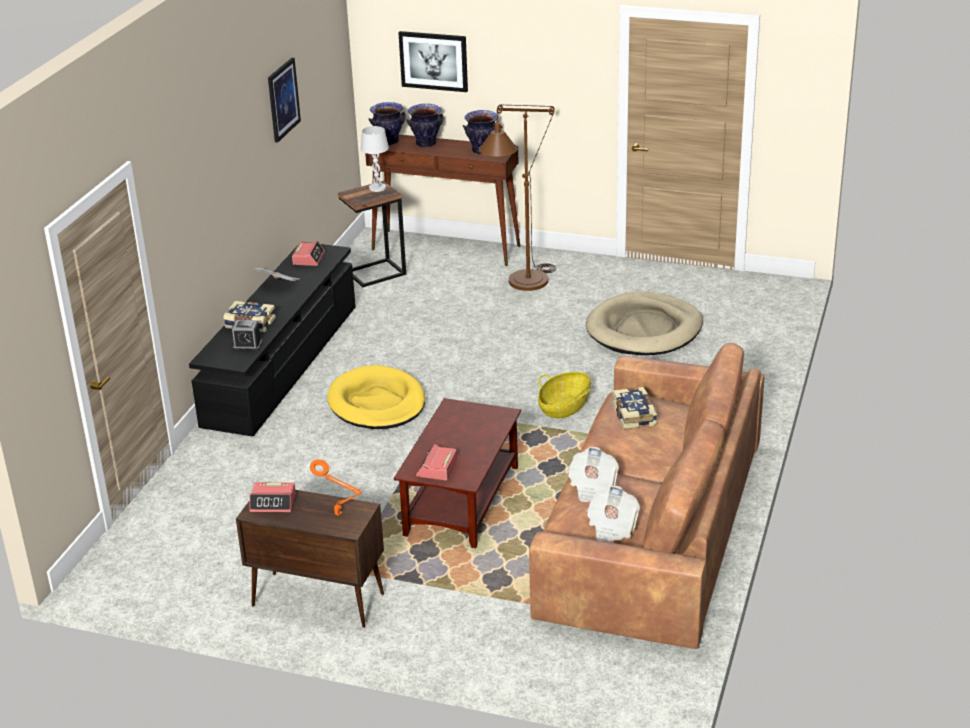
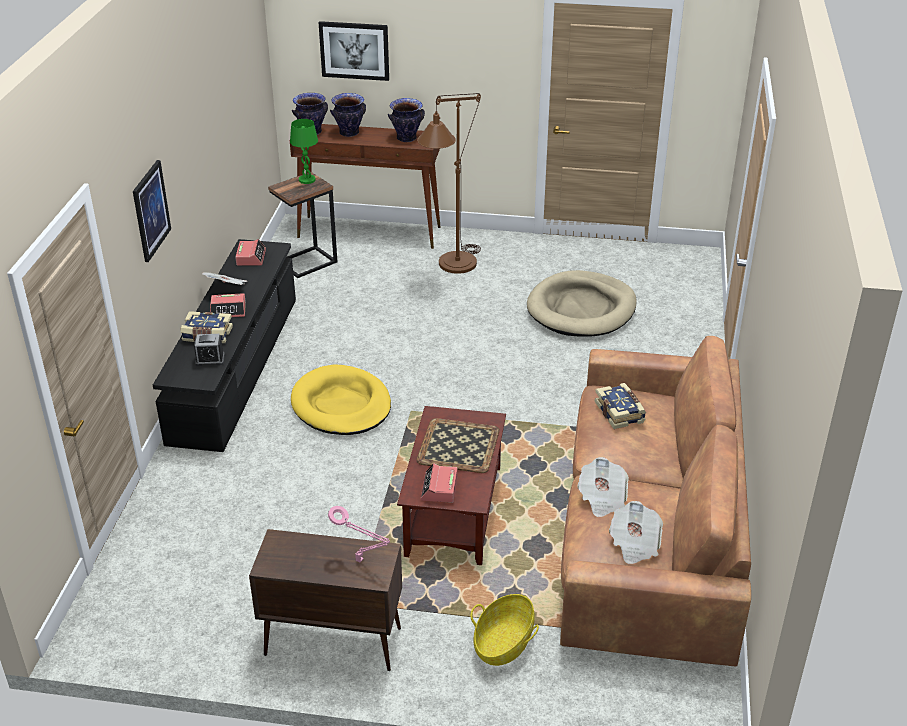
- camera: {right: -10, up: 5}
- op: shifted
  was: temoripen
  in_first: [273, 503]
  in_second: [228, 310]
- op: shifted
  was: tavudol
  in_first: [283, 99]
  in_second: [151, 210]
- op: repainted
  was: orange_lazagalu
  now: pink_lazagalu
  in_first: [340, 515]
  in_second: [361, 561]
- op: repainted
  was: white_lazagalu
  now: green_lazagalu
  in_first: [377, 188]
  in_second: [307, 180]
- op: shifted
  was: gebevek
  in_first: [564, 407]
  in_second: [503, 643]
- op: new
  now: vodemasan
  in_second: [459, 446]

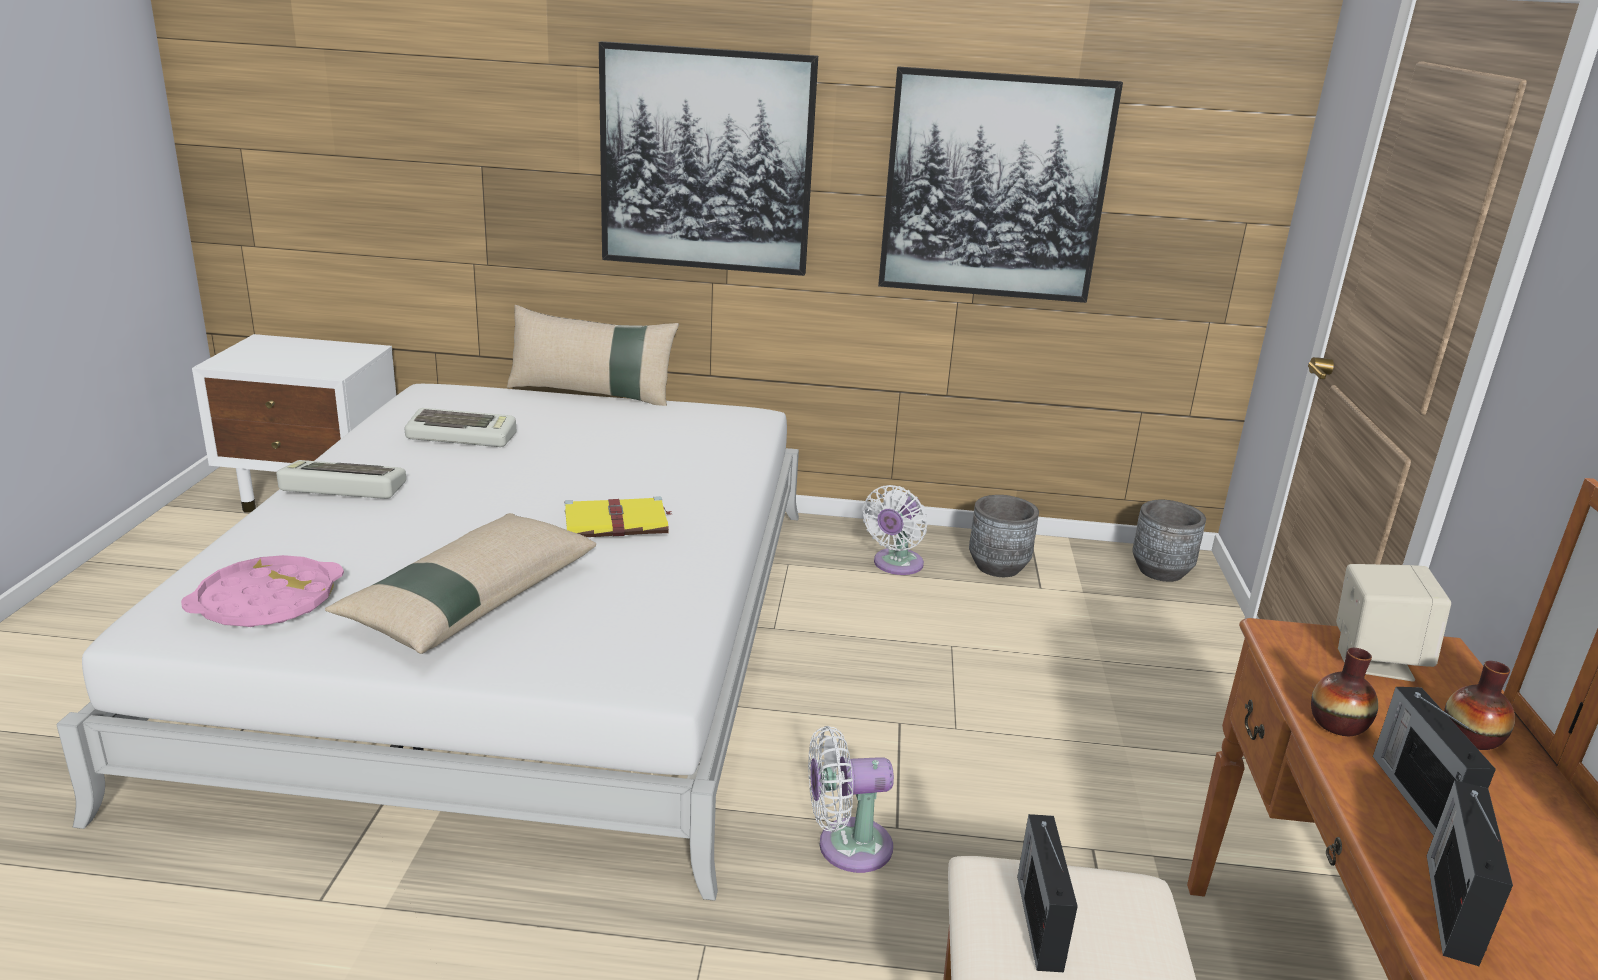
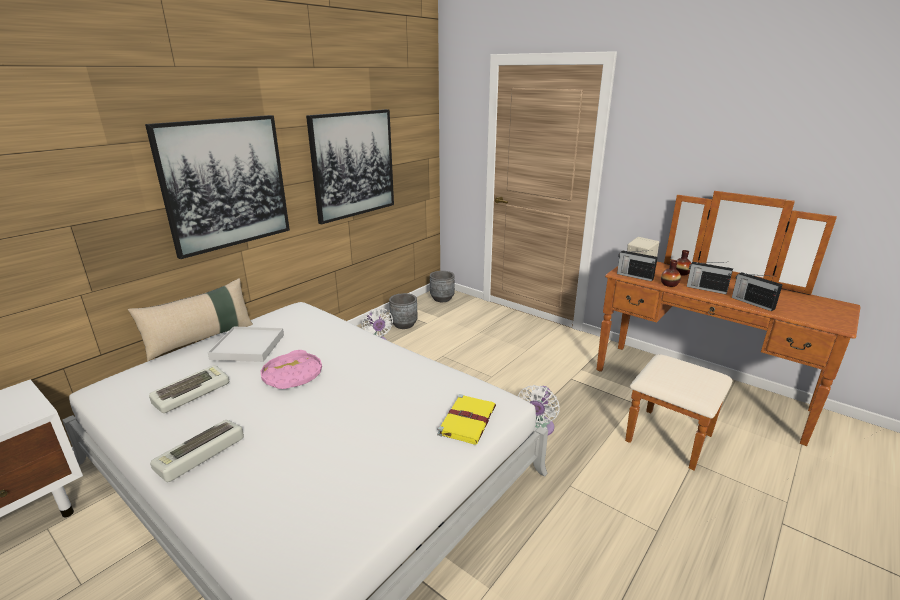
- camera: {right: -55, up: 0}
- op: shifted
  was: pink_vodemasan
  in_first: [267, 602]
  in_second: [292, 375]
- op: gone
  was: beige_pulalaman
  in_first: [470, 599]
- op: shifted
  was: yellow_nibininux
  in_first: [618, 523]
  in_second: [467, 420]
- op: shifted
  was: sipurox
  in_first: [1039, 920]
  in_second: [634, 276]
- op: new
  now: white_vodemasan
  in_second: [248, 347]

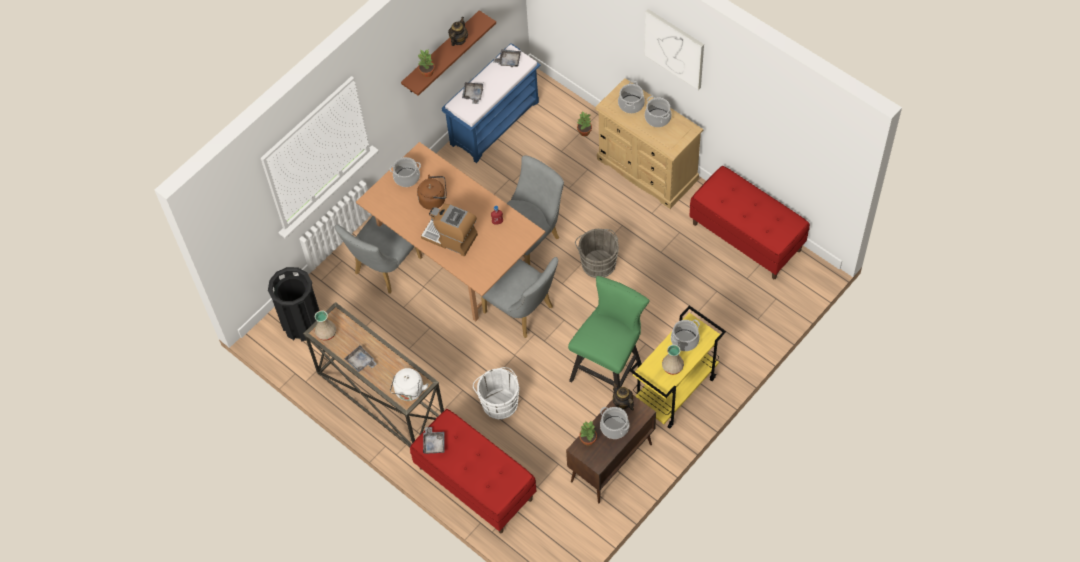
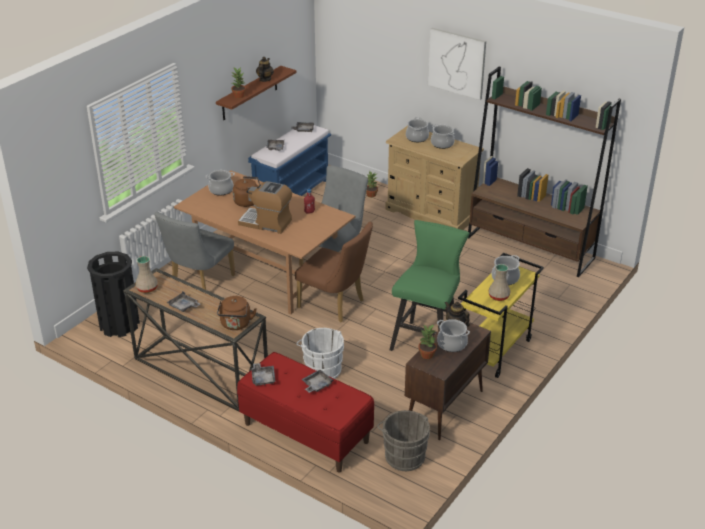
- camera: {right: -10, up: -25}
- op: repainted
  was: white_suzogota
  now: brown_suzogota
  in_first: [409, 392]
  in_second: [236, 325]
- op: repainted
  was: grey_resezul
  now: brown_resezul
  in_first: [522, 312]
  in_second: [335, 305]
- op: shifted
  was: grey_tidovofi
  in_first: [598, 262]
  in_second: [403, 455]
- op: swapped
  was: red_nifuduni
  now: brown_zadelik
  in_first: [747, 236]
  in_second: [530, 248]
- op: new
  now: grey_vodemasan
  in_second: [316, 385]

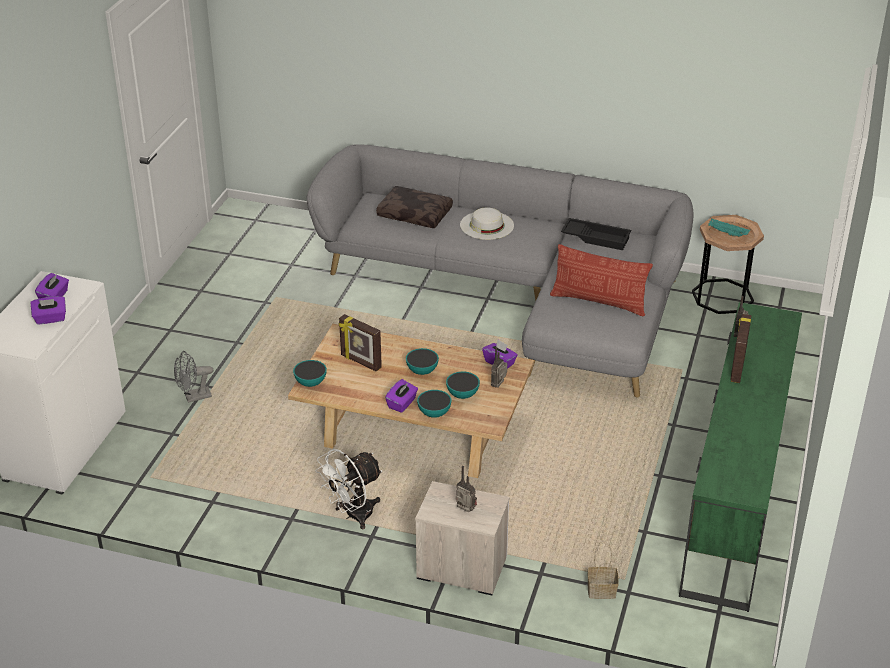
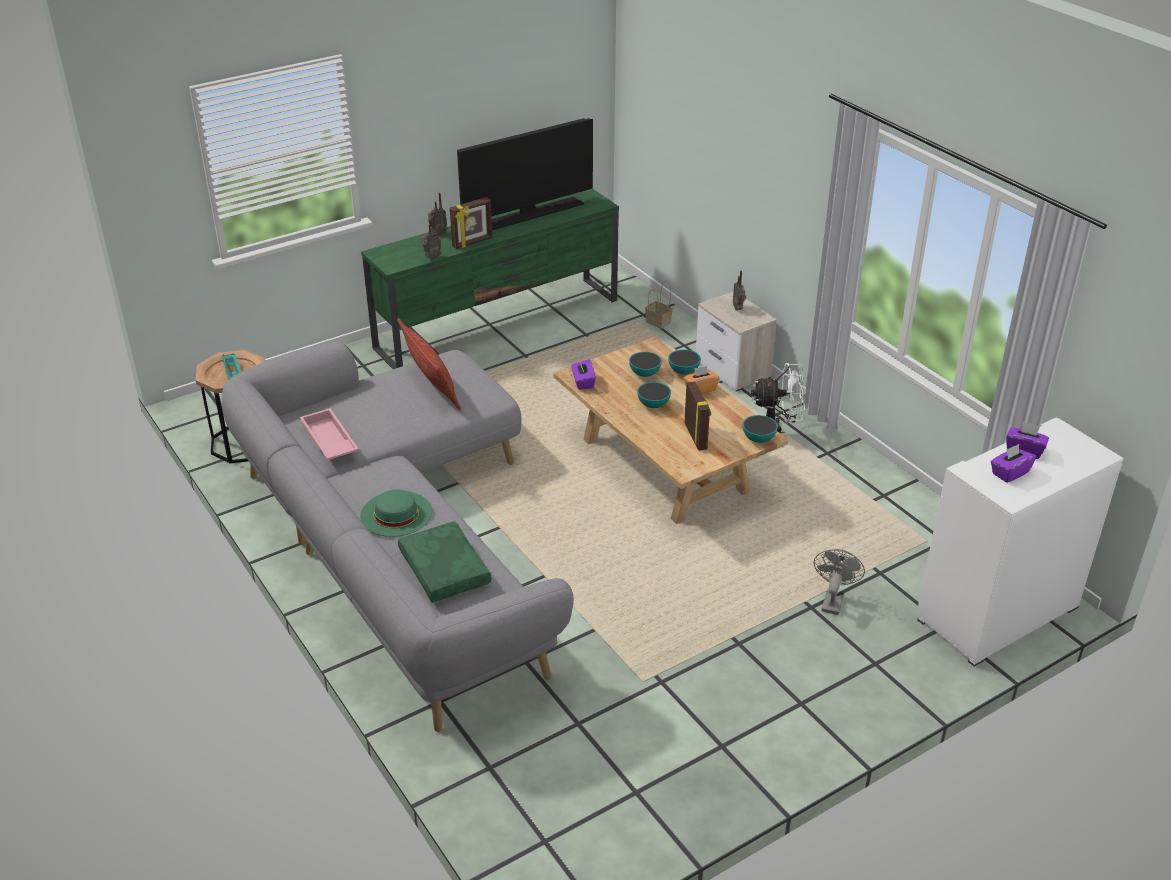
- camera: {right: -140, up: 0}
- op: rotated
  was: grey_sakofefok
  in_first: [194, 397]
  in_second: [832, 600]
  clockwise: -90
- op: repainted
  was: brown_pulalaman
  now: green_pulalaman
  in_first: [415, 214]
  in_second: [443, 570]
- op: repainted
  was: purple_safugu
  now: orange_safugu
  in_first: [402, 404]
  in_second: [700, 389]
- op: repainted
  was: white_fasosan
  now: green_fasosan
  in_first: [487, 225]
  in_second: [396, 513]
- op: shifted
  was: sipurox
  in_first: [499, 385]
  in_second: [437, 233]
- op: repainted
  was: black_vodemasan
  now: pink_vodemasan
  in_first: [596, 237]
  in_second: [328, 441]
- op: new
  now: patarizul
  in_second: [528, 215]

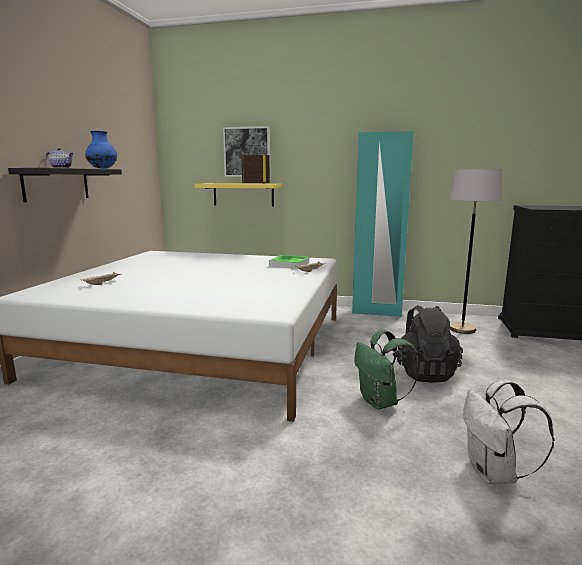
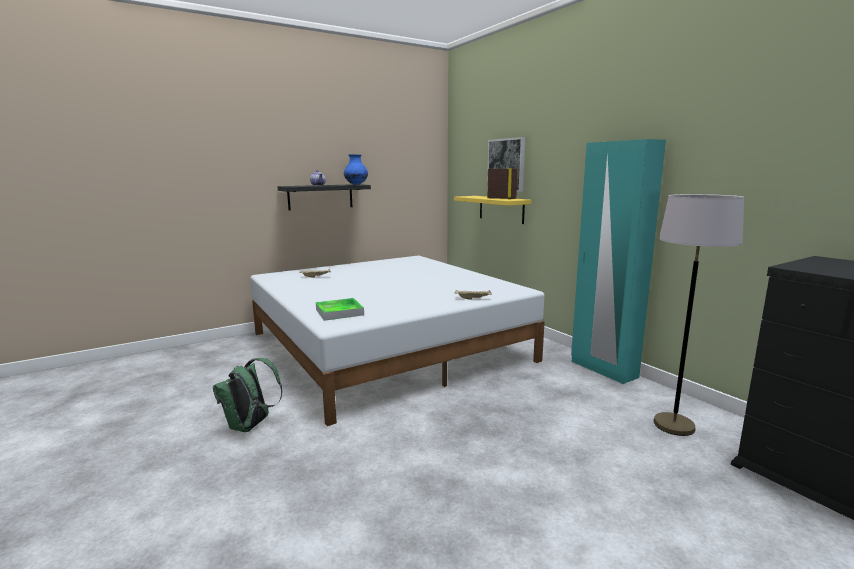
- camera: {right: 45, up: 0}
- op: shifted
  was: vodemasan
  in_first: [289, 264]
  in_second: [339, 312]
- op: shifted
  was: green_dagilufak
  in_first: [381, 402]
  in_second: [250, 426]
- op: gone
  was: black_dagilufak
  in_first: [424, 372]
- op: gone
  was: white_dagilufak
  in_first: [494, 473]

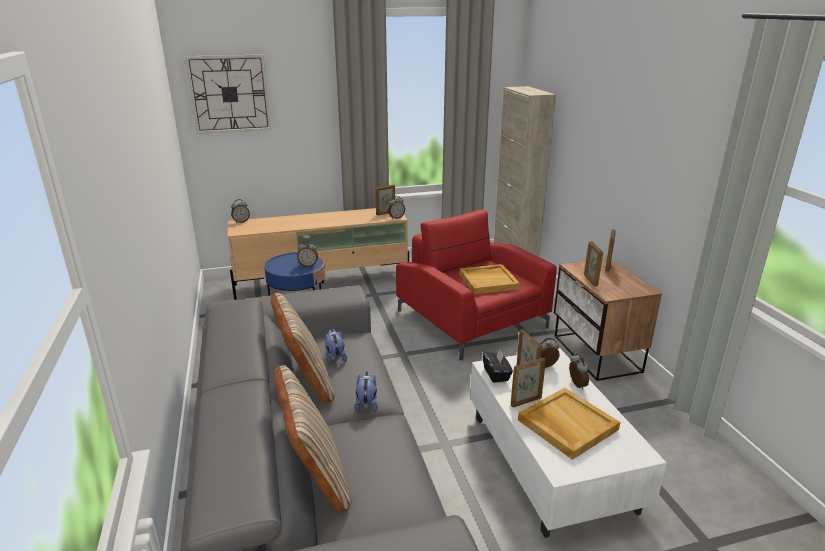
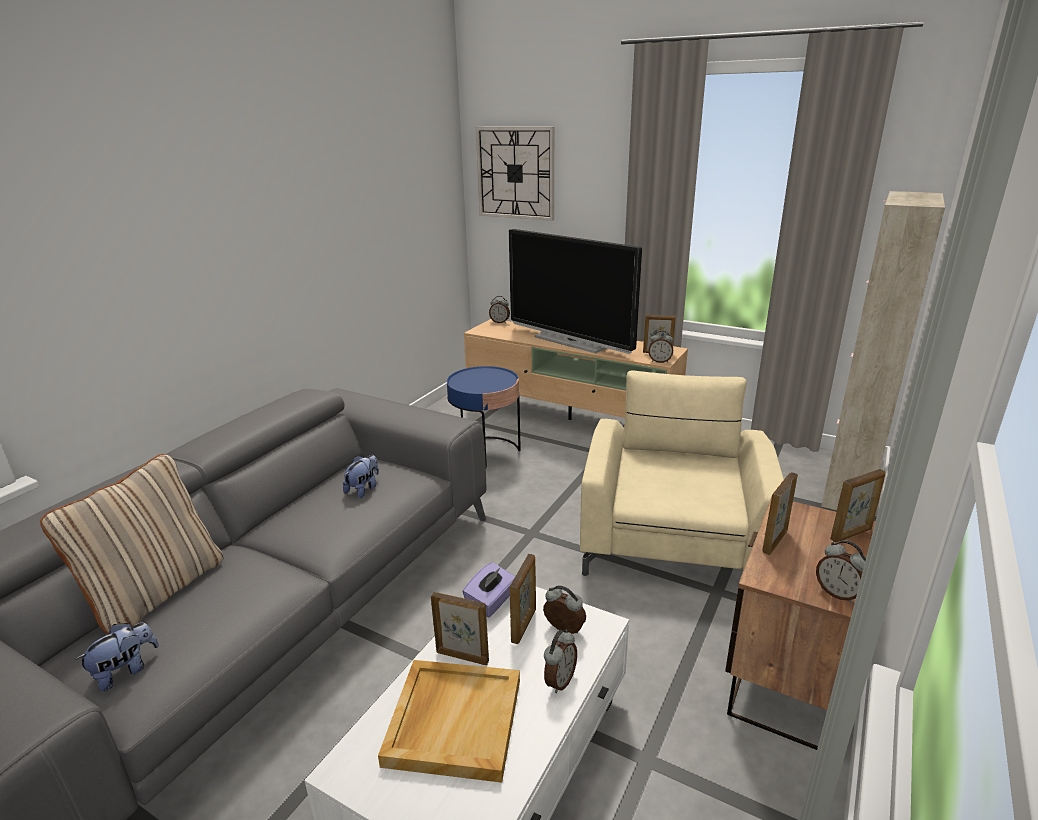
- camera: {right: 45, up: 0}
- op: gone
  was: beige_pulalaman
  in_first: [305, 383]
- op: shifted
  was: temoripen
  in_first: [308, 265]
  in_second: [838, 593]
- op: shifted
  was: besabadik
  in_first: [367, 404]
  in_second: [126, 671]
- op: repainted
  was: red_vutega
  now: beige_vutega
  in_first: [471, 319]
  in_second: [673, 533]
- op: gone
  was: beige_vodemasan
  in_first: [489, 281]
- op: repainted
  was: black_safugu
  now: purple_safugu
  in_first: [496, 374]
  in_second: [491, 602]
- op: new
  now: patarizul
  in_second: [571, 341]

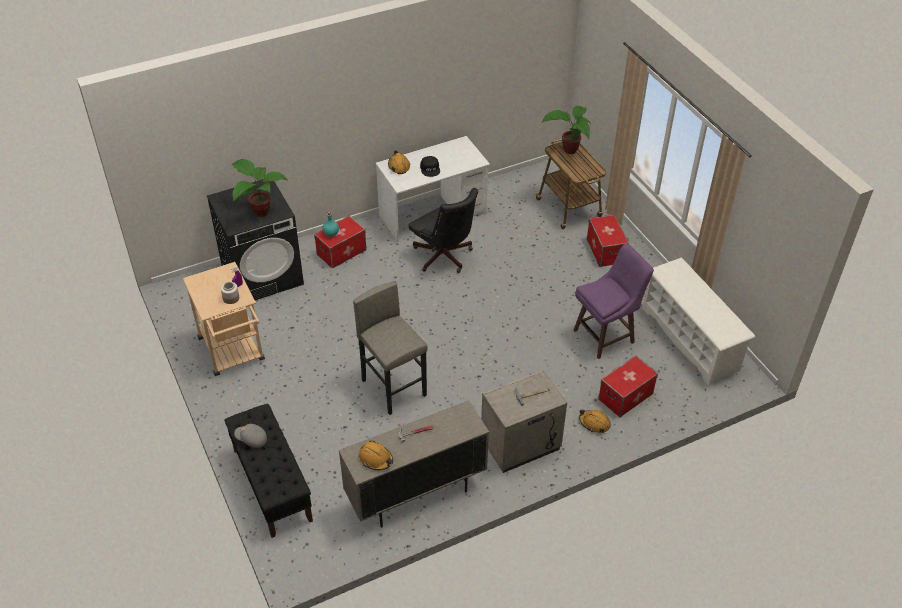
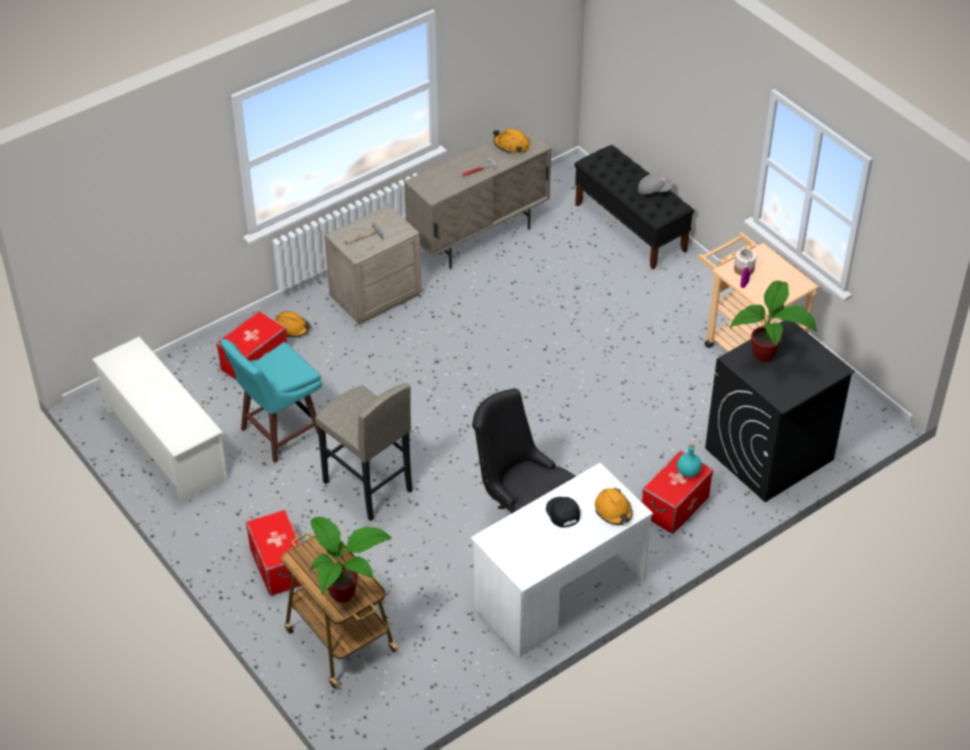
- camera: {right: 170, up: 0}
- op: shifted
  was: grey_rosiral
  in_first: [394, 387]
  in_second: [367, 487]
- op: repainted
  was: purple_rosiral
  now: turquoise_rosiral
  in_first: [605, 336]
  in_second: [279, 433]

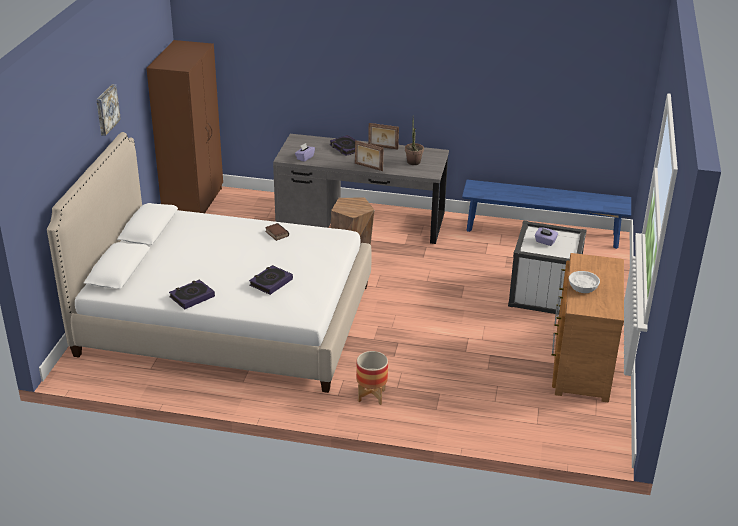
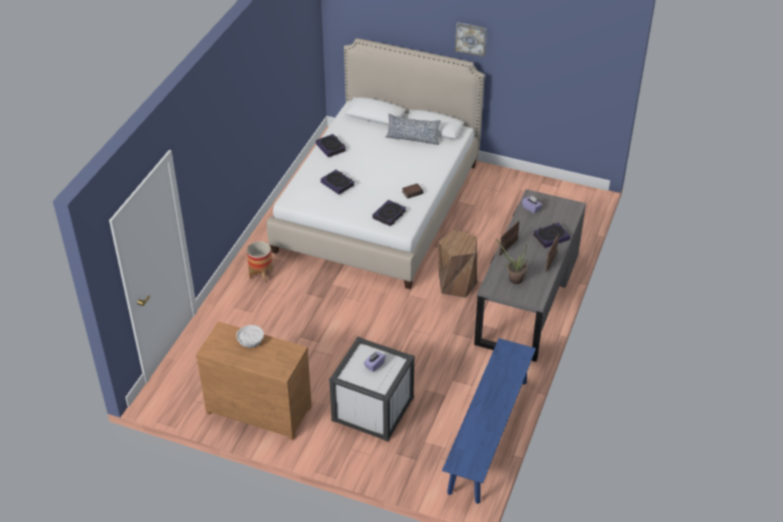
- camera: {right: 100, up: 10}
- op: gone
  was: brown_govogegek
  in_first: [194, 203]
- op: new
  now: nibininux
  in_second: [389, 215]
- op: new
  now: pulalaman
  in_second: [412, 139]

